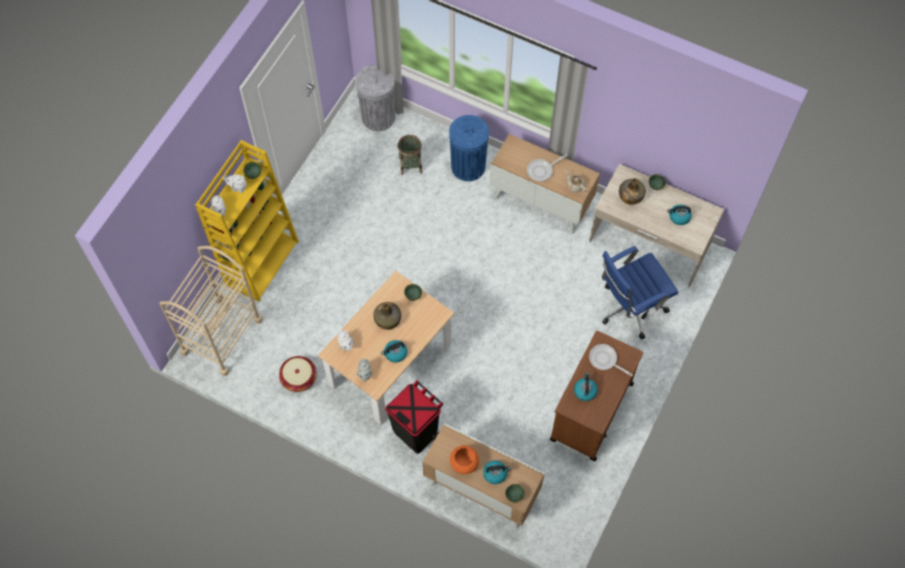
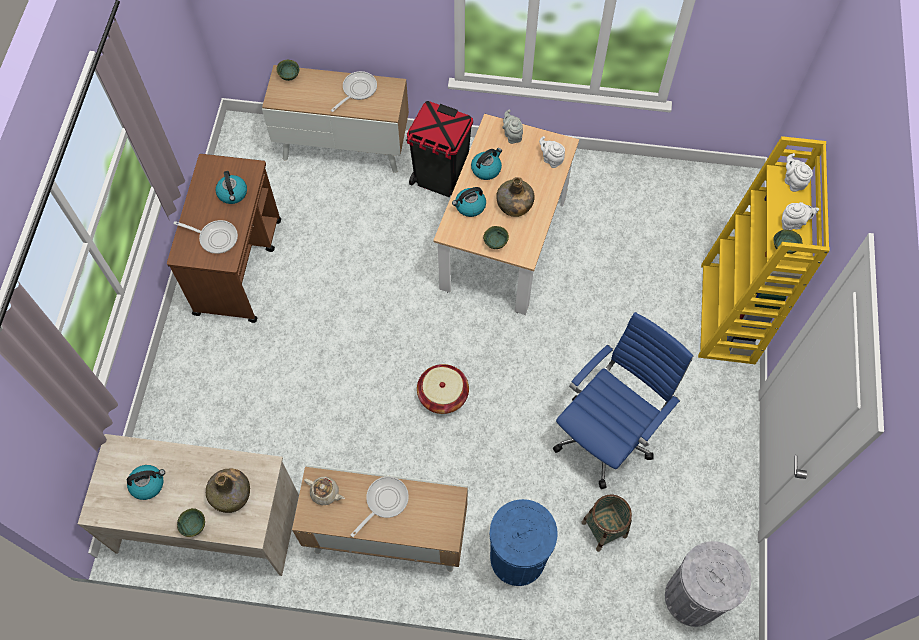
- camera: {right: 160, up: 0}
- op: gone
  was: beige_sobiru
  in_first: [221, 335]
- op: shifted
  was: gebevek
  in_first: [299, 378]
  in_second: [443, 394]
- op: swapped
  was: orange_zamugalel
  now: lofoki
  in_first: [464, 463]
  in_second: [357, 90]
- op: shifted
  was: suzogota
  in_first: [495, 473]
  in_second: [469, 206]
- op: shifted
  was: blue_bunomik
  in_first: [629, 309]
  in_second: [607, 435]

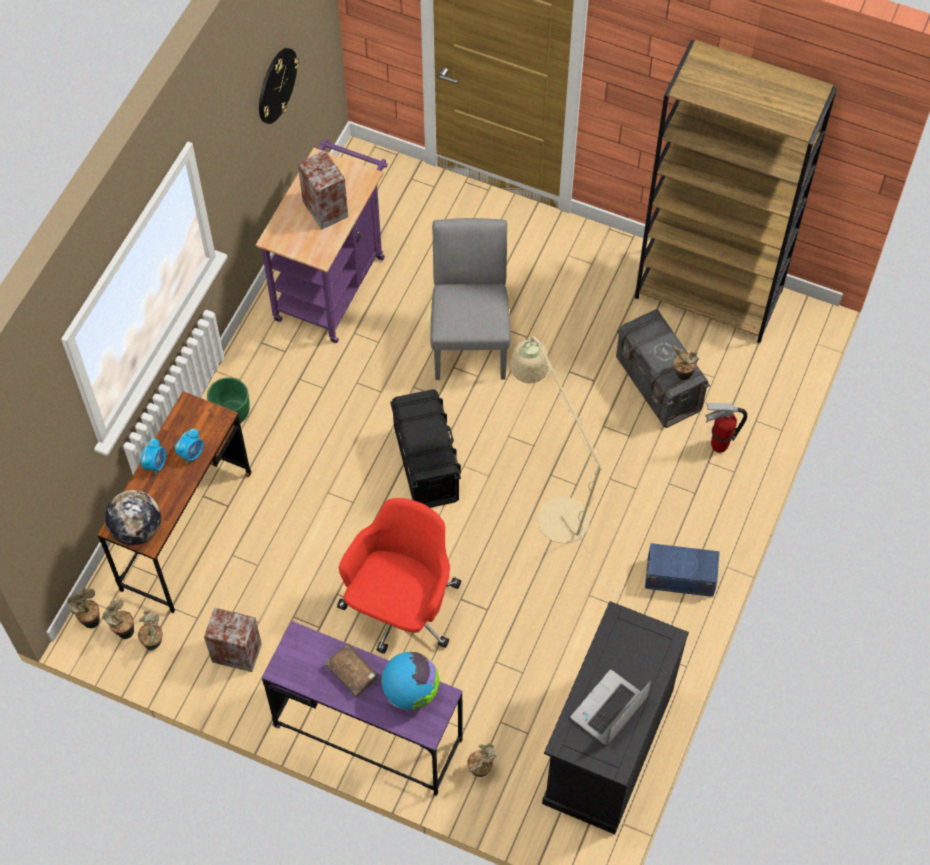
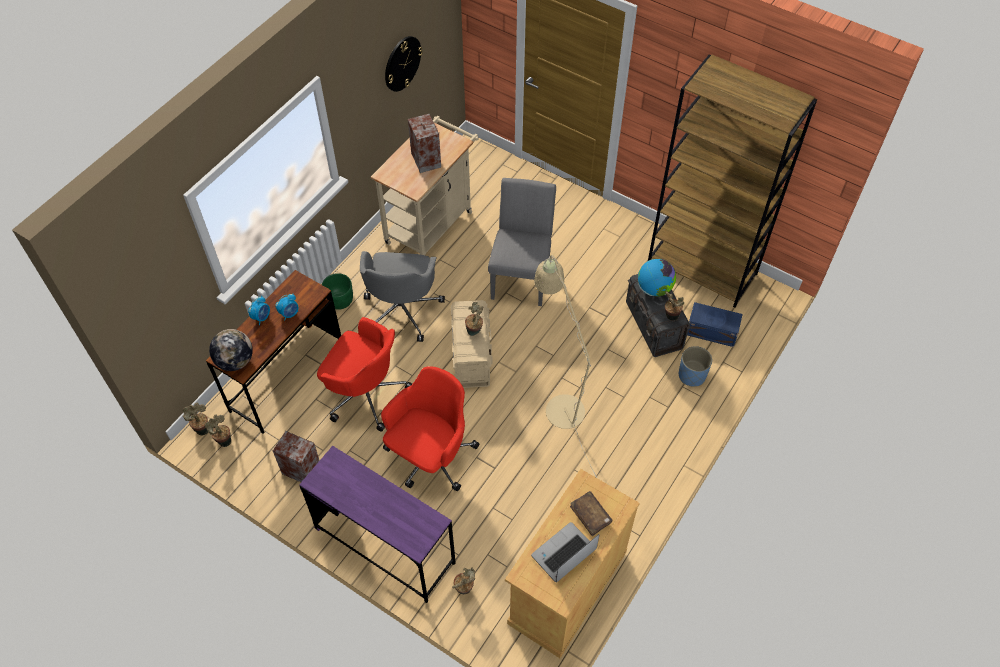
- camera: {right: 10, up: -5}
- op: shifted
  was: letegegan
  in_first: [154, 643]
  in_second: [475, 331]
- op: repainted
  was: purple_sobiru
  now: beige_sobiru
  in_first: [332, 281]
  in_second: [432, 223]
- op: shifted
  was: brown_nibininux
  in_first: [352, 672]
  in_second: [590, 515]
- op: shifted
  was: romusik
  in_first: [411, 691]
  in_second: [654, 289]
- op: repainted
  was: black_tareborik
  now: beige_tareborik
  in_first: [426, 464]
  in_second: [471, 356]
- op: repainted
  was: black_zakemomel
  now: beige_zakemomel
  in_first: [607, 746]
  in_second: [567, 587]
- op: shifted
  was: blue_tareborik
  in_first: [681, 578]
  in_second: [712, 332]
- op: swapped
  was: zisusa
  now: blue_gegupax
  in_first: [718, 445]
  in_second: [692, 375]
- op: new
  now: red_bunomik
  in_second: [365, 393]
- op: new
  now: grey_bunomik
  in_second: [402, 310]

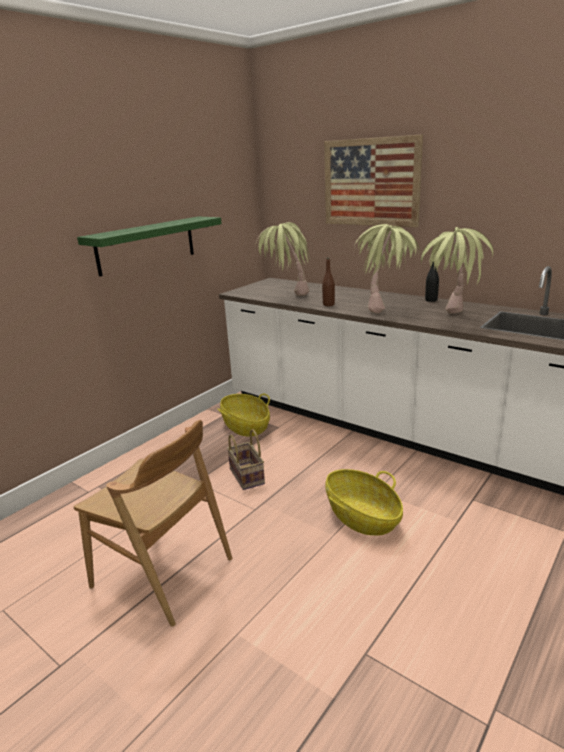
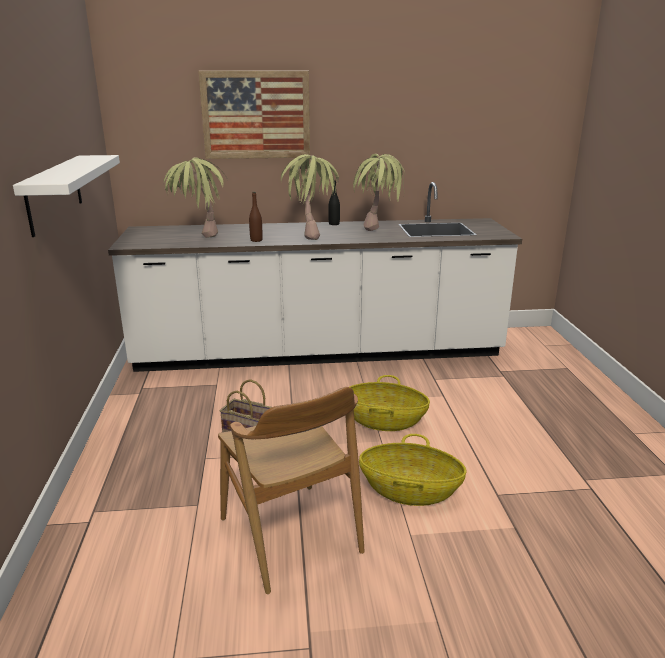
- camera: {right: -45, up: 0}
- op: rotated
  was: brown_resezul
  in_first: [163, 573]
  in_second: [290, 535]
  clockwise: 75
- op: repainted
  was: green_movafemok
  now: white_movafemok
  in_first: [146, 245]
  in_second: [54, 193]
- op: shifted
  was: gebevek
  in_first: [245, 426]
  in_second: [410, 490]

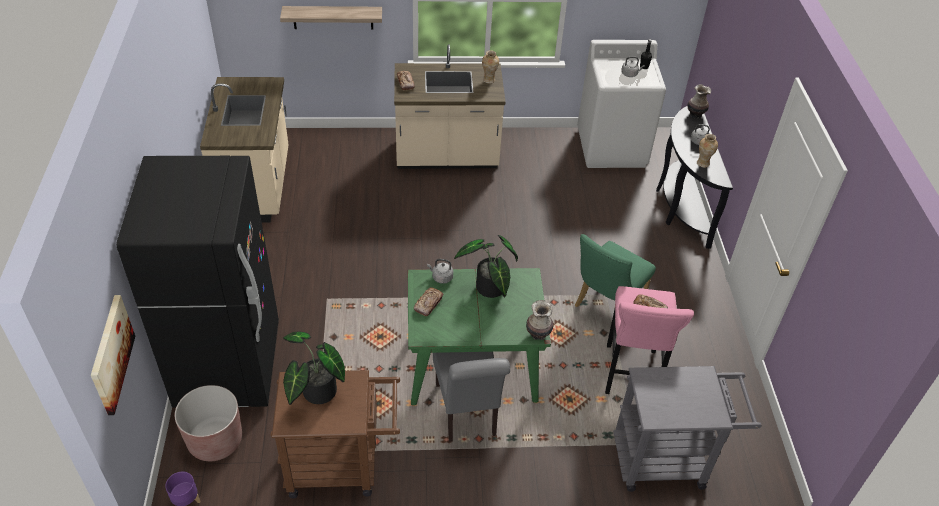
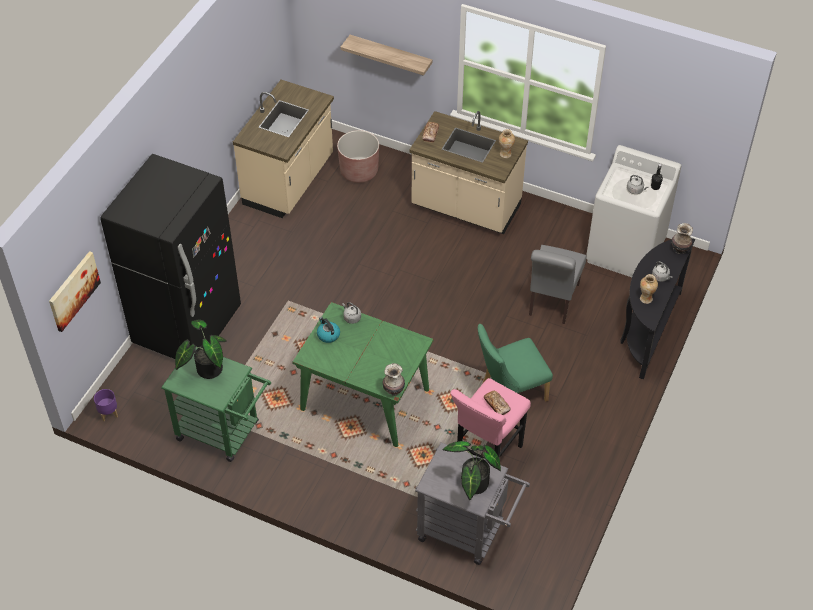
- camera: {right: 30, up: 5}
- op: shifted
  was: brown_gegupax
  in_first: [215, 440]
  in_second: [359, 171]
- op: repainted
  was: brown_sobiru
  now: green_sobiru
  in_first: [341, 465]
  in_second: [224, 432]
- op: swapped
  was: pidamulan
  now: suzogota
  in_first: [428, 304]
  in_second: [328, 335]
- op: shifted
  was: grey_resezul
  in_first: [467, 414]
  in_second: [552, 302]
- op: shifted
  was: letegegan
  in_first: [489, 290]
  in_second: [472, 485]

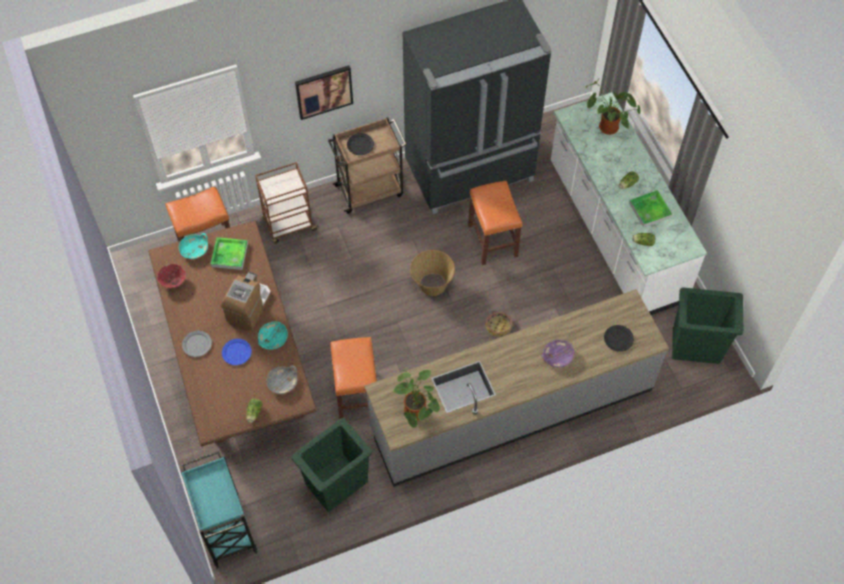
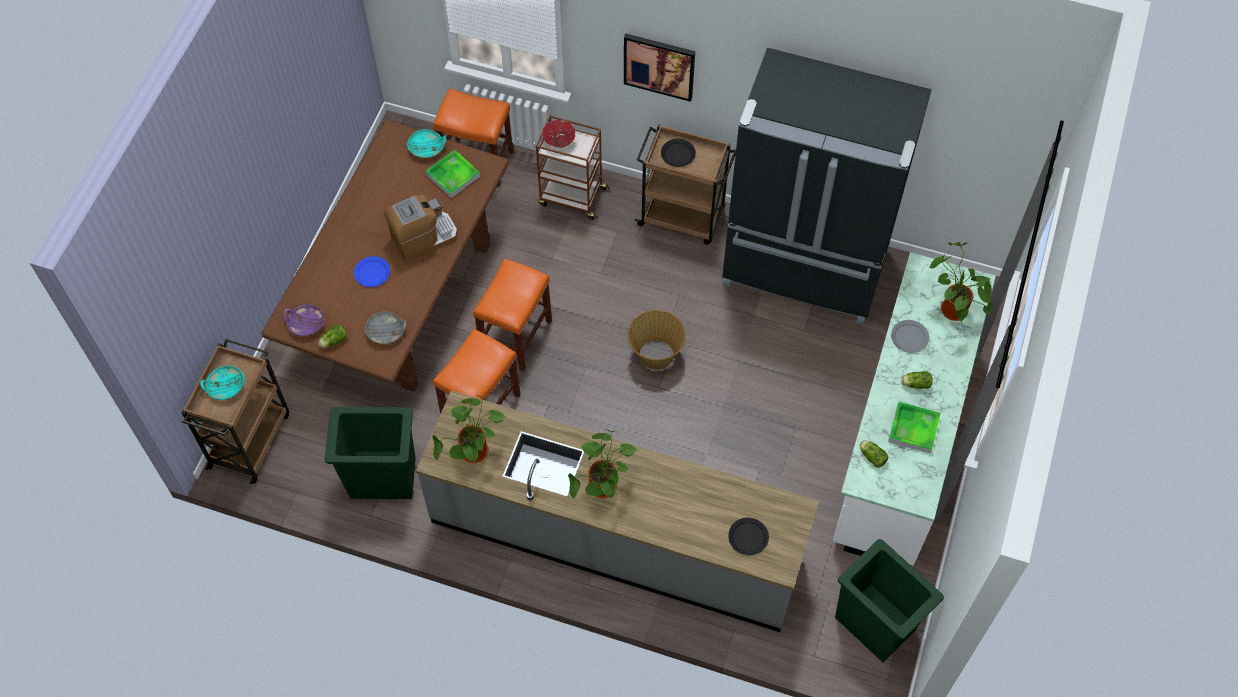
- camera: {right: 40, up: 0}
- op: shifted
  was: red_zamugalel
  in_first: [173, 281]
  in_second: [559, 141]
- op: repainted
  was: turquoise_sobiru
  now: brown_sobiru
  in_first: [225, 527]
  in_second: [250, 439]
- op: shifted
  was: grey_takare
  in_first: [197, 344]
  in_second: [910, 337]
- op: shifted
  was: turquoise_zamugalel
  in_first: [272, 339]
  in_second: [225, 386]
- op: shifted
  was: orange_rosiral
  in_first: [493, 241]
  in_second: [516, 338]
- op: gone
  was: gebevek
  in_first: [498, 326]
- op: shifted
  was: purple_zamugalel
  in_first: [557, 356]
  in_second: [305, 323]
- op: new
  now: letegegan
  in_second: [603, 489]

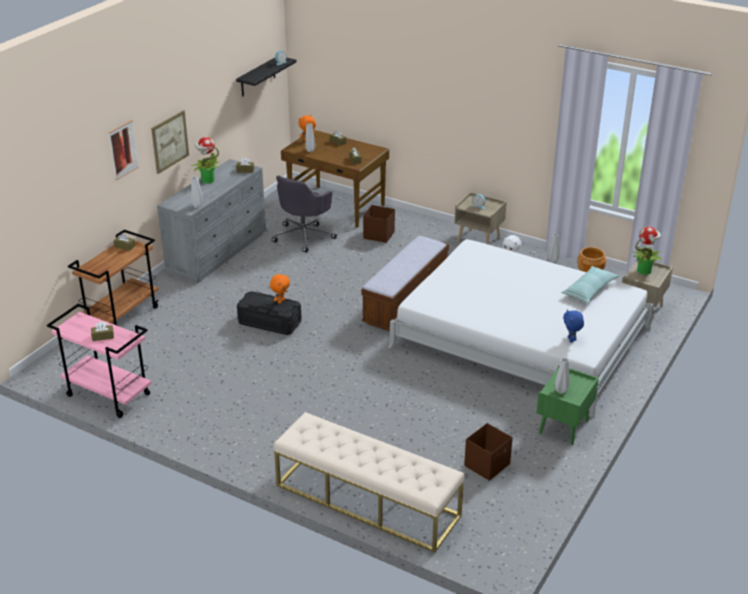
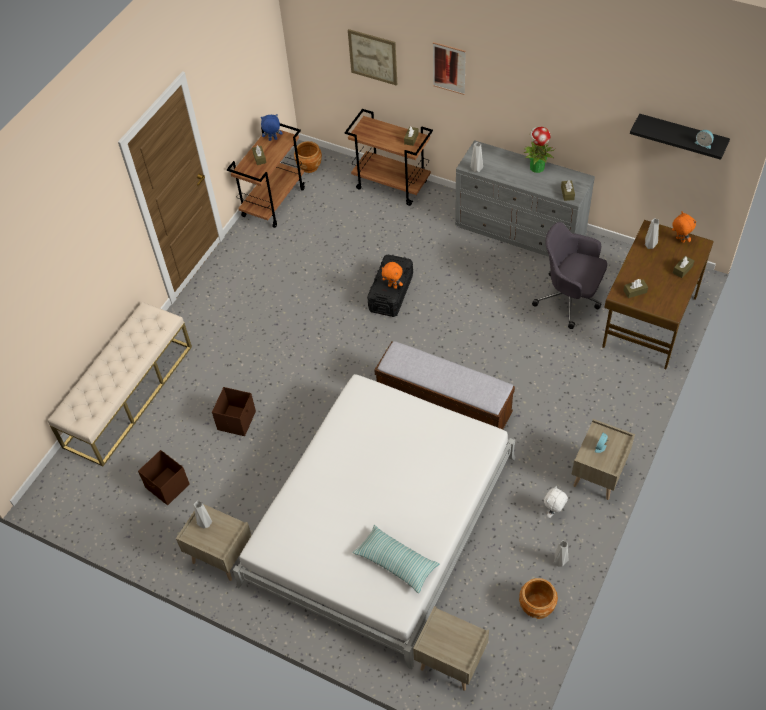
- camera: {right: 90, up: 20}
- op: repainted
  was: pink_sobiru
  now: brown_sobiru
  in_first: [107, 395]
  in_second: [273, 202]
- op: shifted
  was: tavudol
  in_first: [170, 141]
  in_second: [373, 57]
- op: shifted
  was: brown_tareborik
  in_first: [378, 235]
  in_second: [237, 420]
- op: repainted
  was: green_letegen
  now: beige_letegen
  in_first: [564, 427]
  in_second: [220, 556]
- op: shifted
  was: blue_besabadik
  in_first: [571, 340]
  in_second: [272, 139]
- op: gone
  was: letegegan
  in_first: [644, 270]
- op: new
  now: brown_gegupax
  in_second: [309, 166]

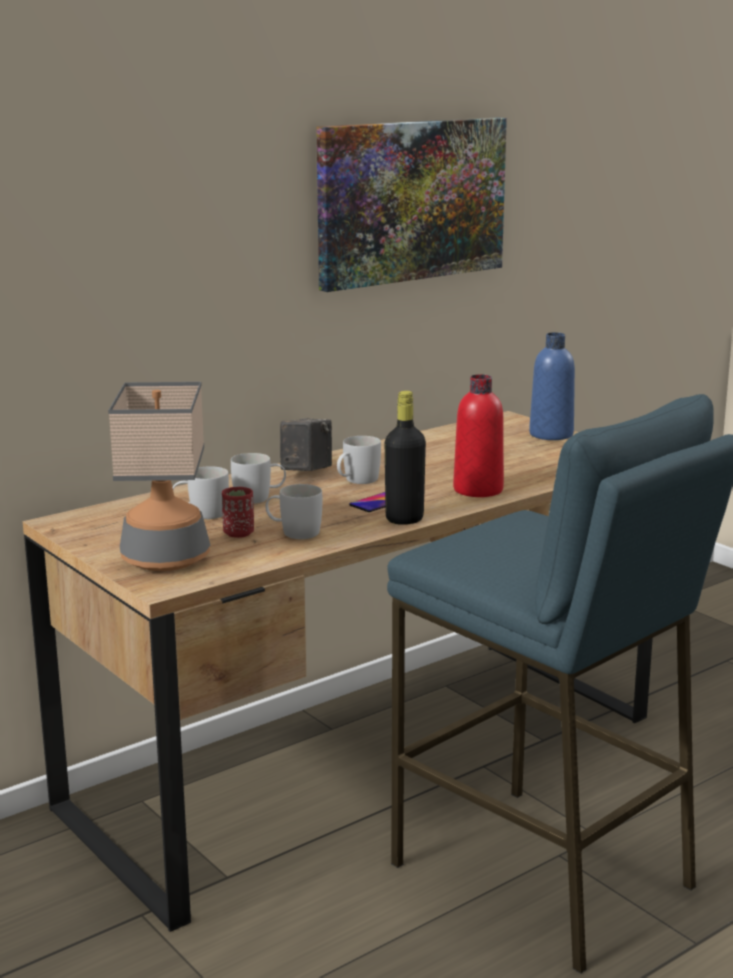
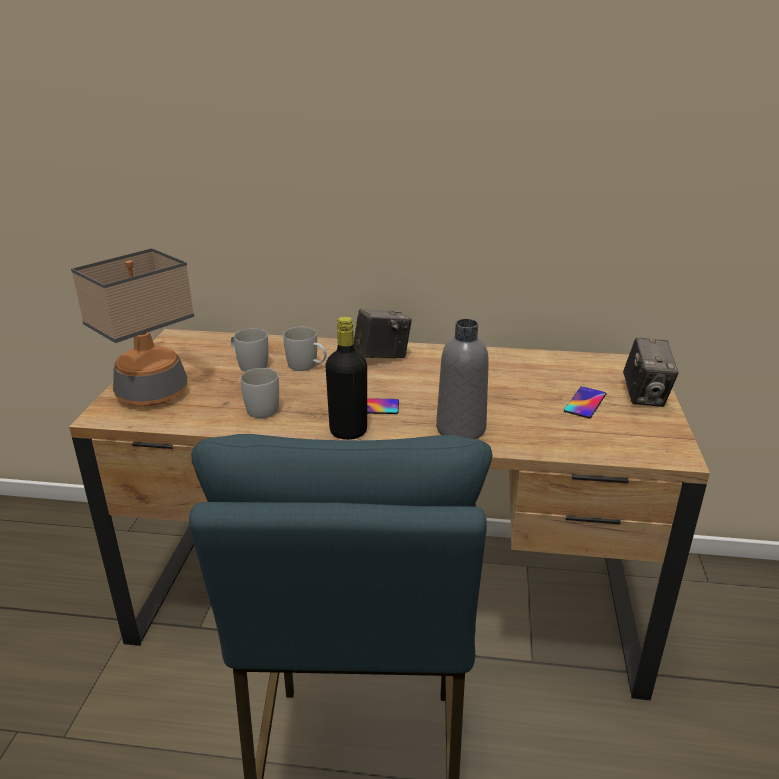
- camera: {right: 45, up: 10}
- op: gone
  was: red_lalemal
  in_first: [238, 533]
- op: gone
  was: tavudol
  in_first: [410, 201]
- op: gone
  was: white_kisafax
  in_first: [356, 481]
- op: repainted
  was: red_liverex
  now: grey_liverex
  in_first: [478, 490]
  in_second: [460, 429]
- op: swapped
  was: blue_liverex
  now: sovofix
  in_first: [551, 434]
  in_second: [645, 396]
- op: new
  now: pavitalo
  in_second: [585, 403]

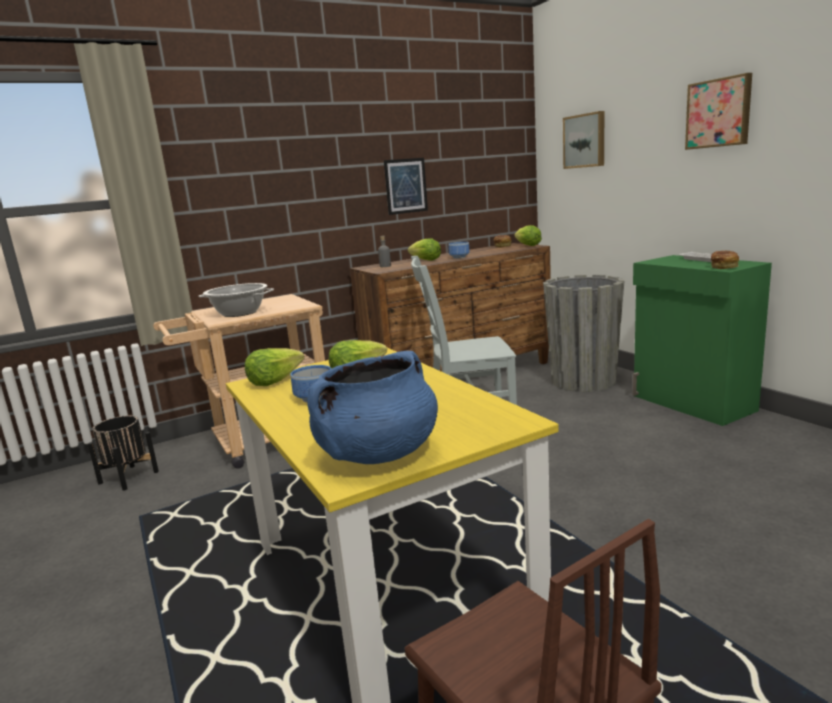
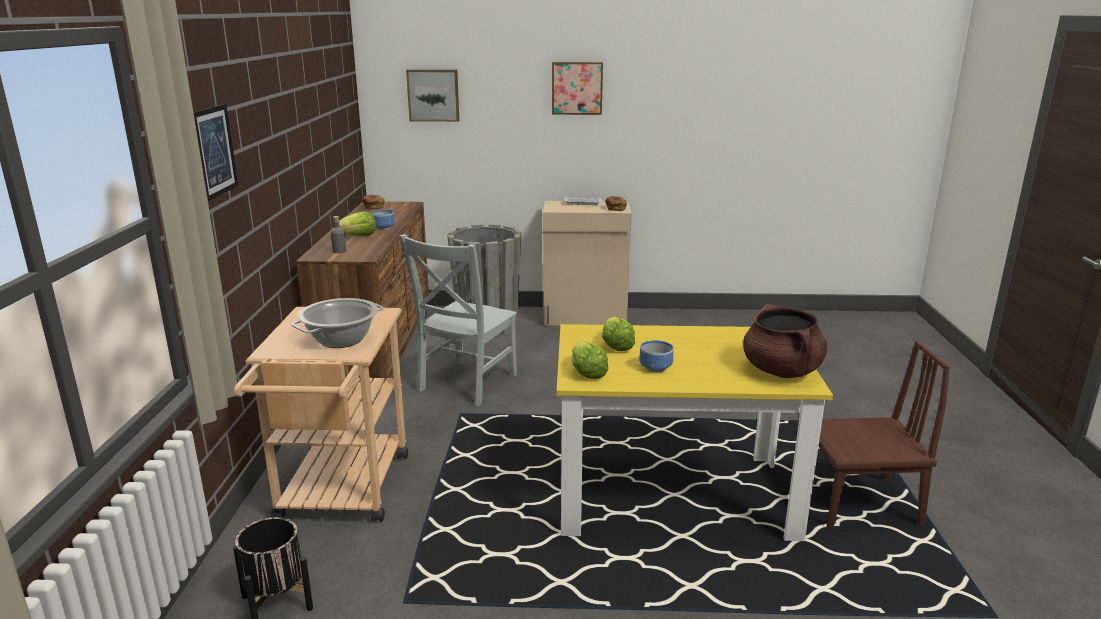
- camera: {right: -60, up: 5}
- op: repainted
  was: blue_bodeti
  now: brown_bodeti
  in_first: [378, 453]
  in_second: [782, 371]
- op: shifted
  was: tavudol
  in_first: [406, 186]
  in_second: [215, 151]
- op: gone
  was: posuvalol
  in_first: [528, 245]
- op: repainted
  was: green_zakemomel
  now: beige_zakemomel
  in_first: [692, 403]
  in_second: [585, 317]

